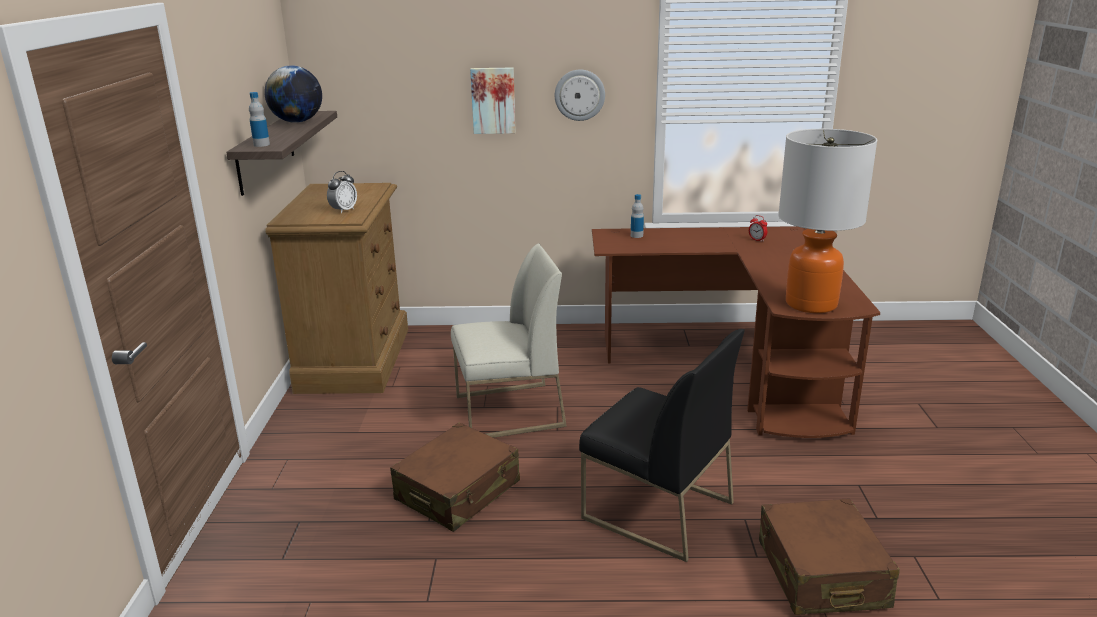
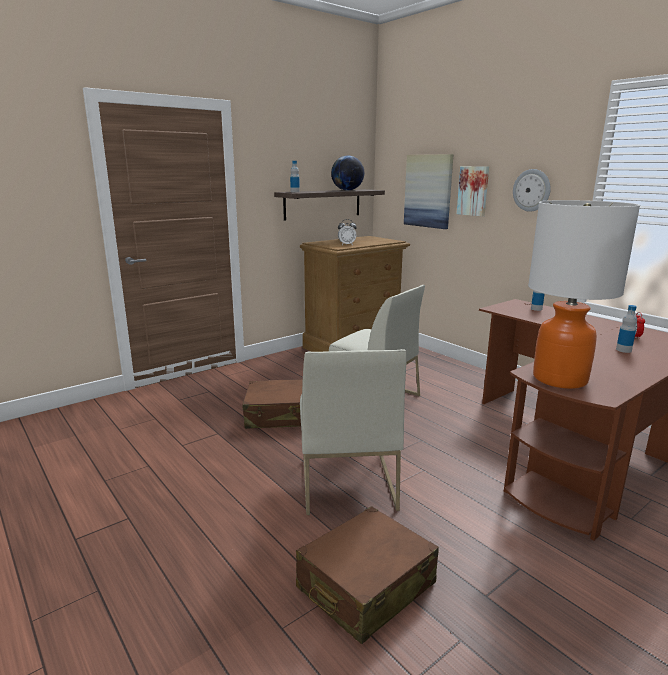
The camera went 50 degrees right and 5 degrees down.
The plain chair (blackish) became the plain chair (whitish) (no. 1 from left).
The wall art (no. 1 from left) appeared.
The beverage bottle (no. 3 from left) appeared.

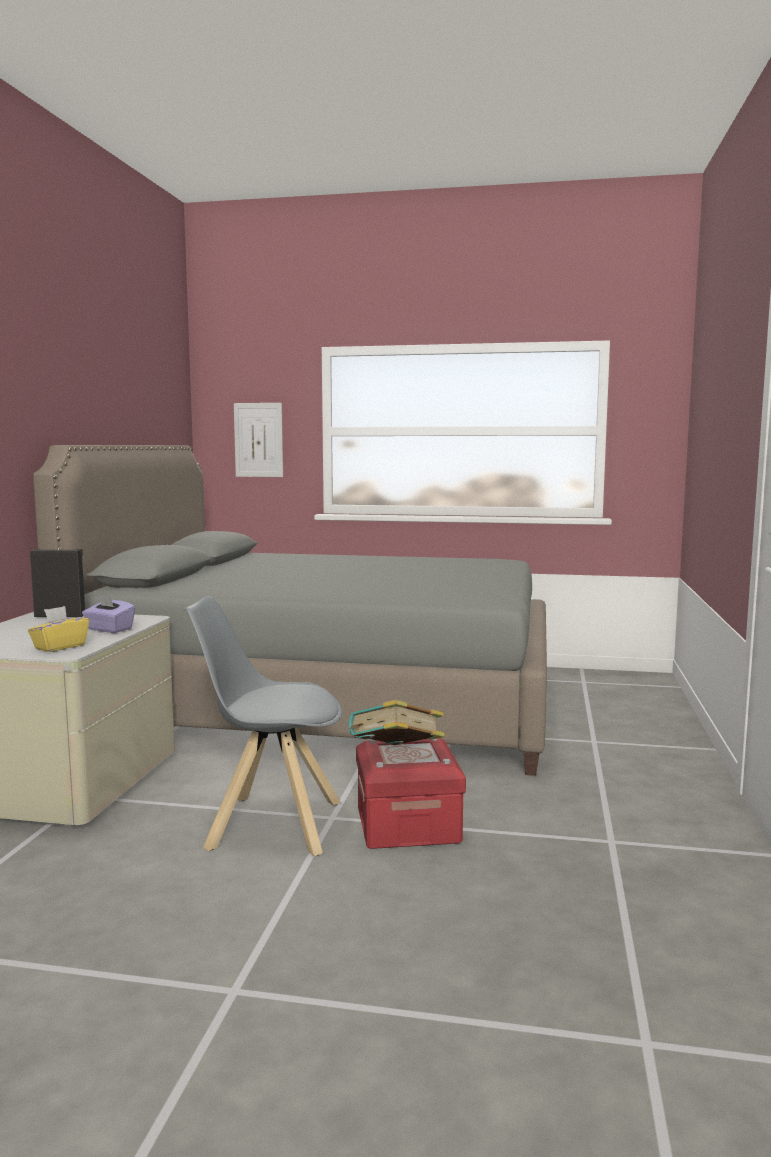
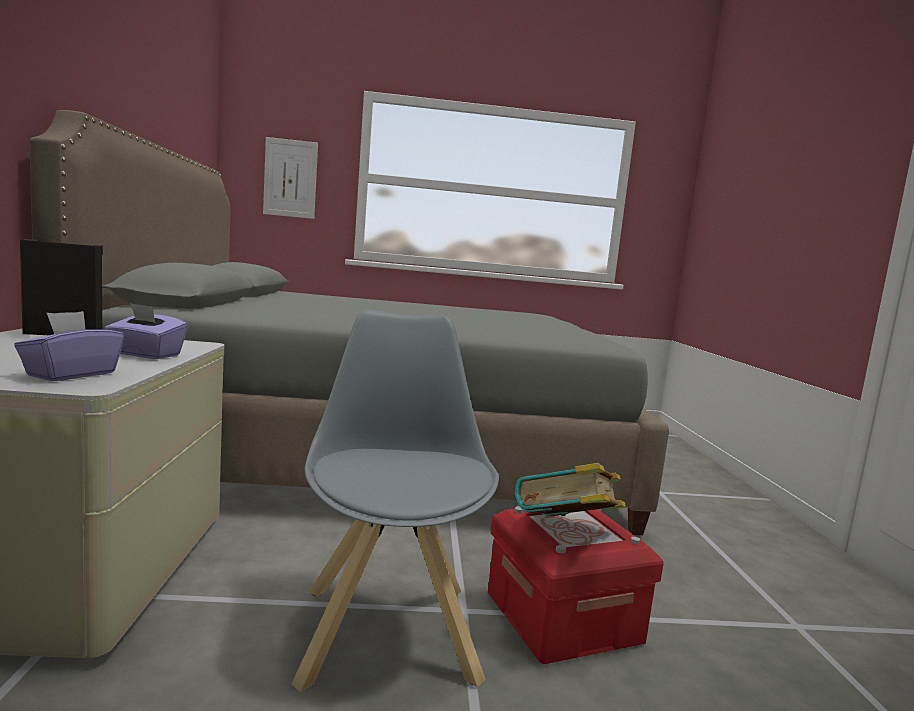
The camera went 15 degrees left and 0 degrees up.
The plain chair (greyish) turned 90 degrees clockwise.
The tissue holder (yellow-coloured) became the tissue holder (purple) (no. 1 from left).

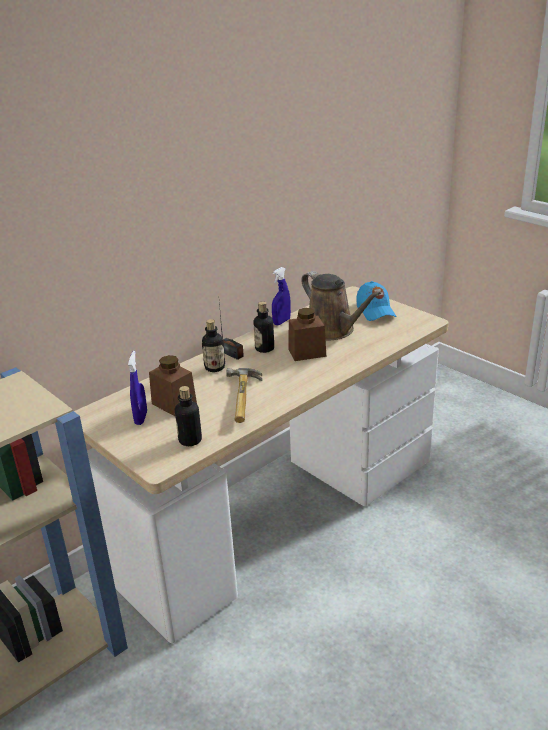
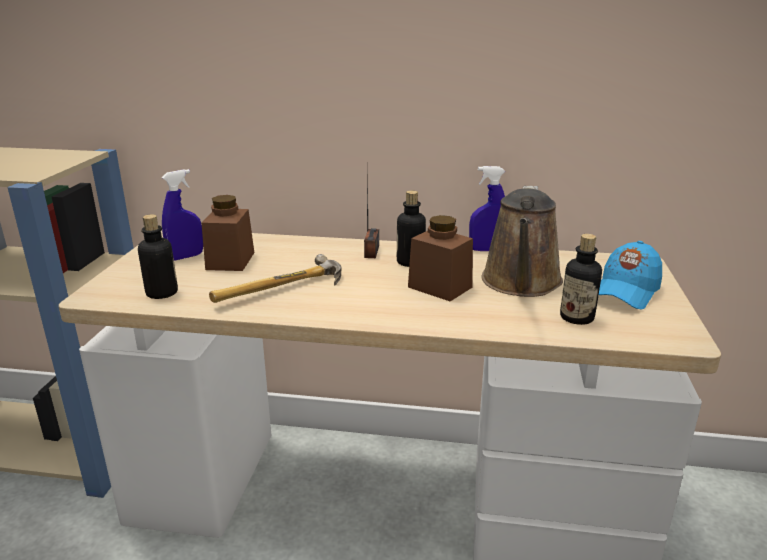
The camera went 50 degrees right and 5 degrees down.
The beverage bottle (no. 2 from left in the first image) moved.

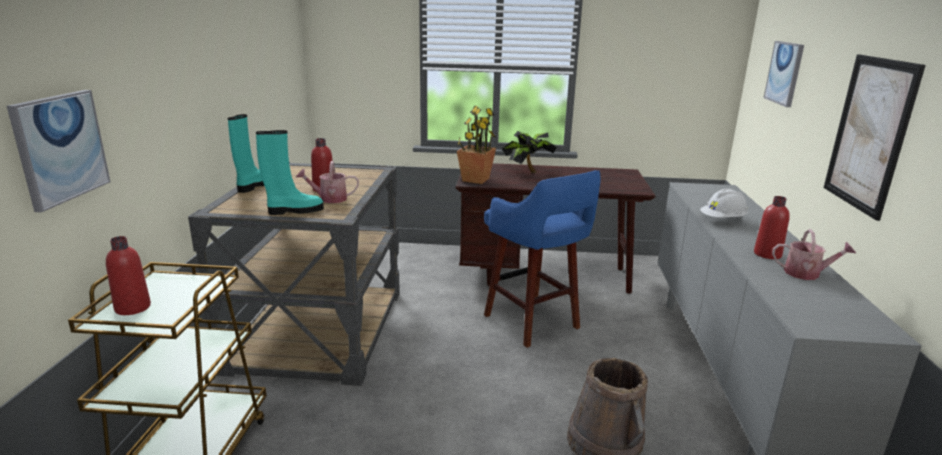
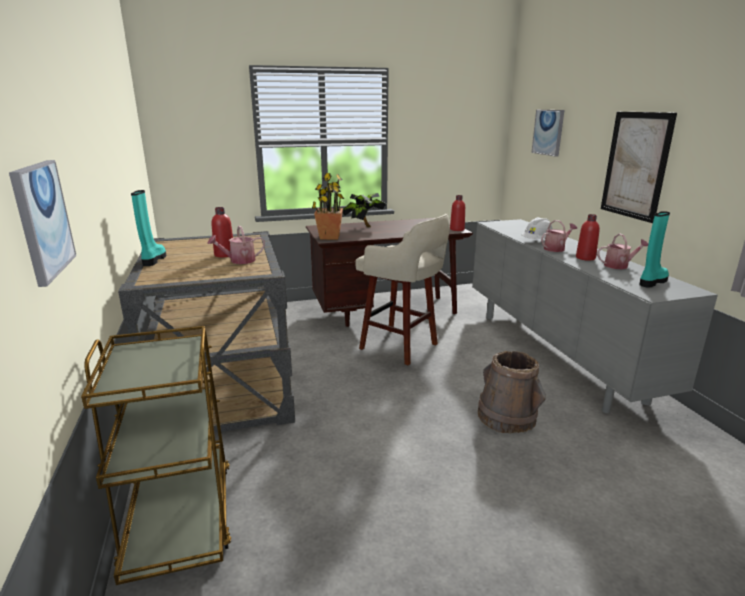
The camera went 20 degrees left and 0 degrees up.
The boot (turquoise-coloured) (no. 2 from left) moved.
The stool seat (bluish) became the stool seat (beige-coloured).
The beverage bottle (red) (no. 1 from left in the first image) moved.
The watering pot (no. 2 from left) appeared.

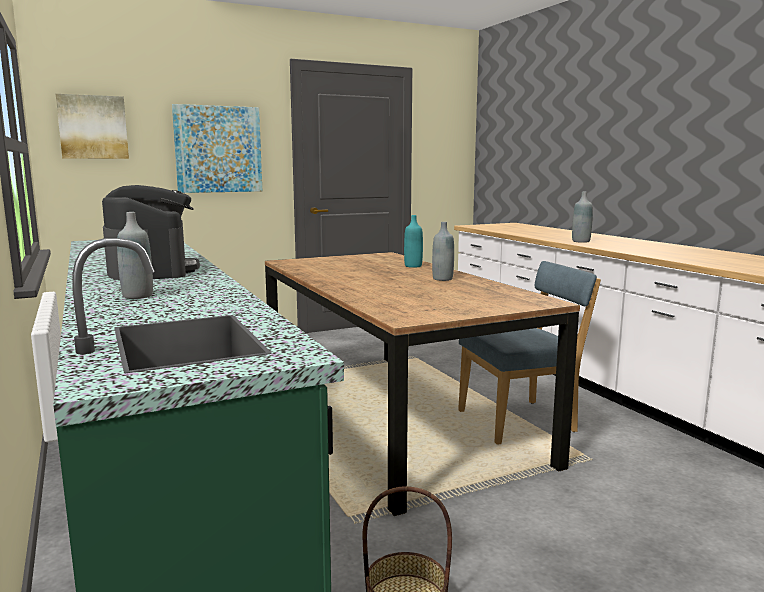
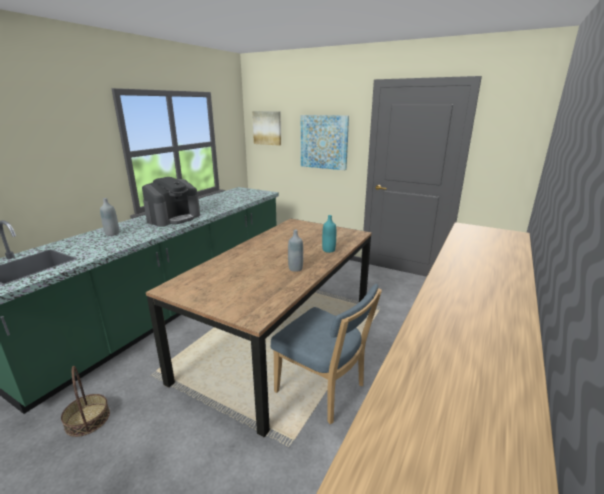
The camera went 55 degrees right and 10 degrees up.
The beverage bottle (greyish) (no. 3 from left) disappeared.

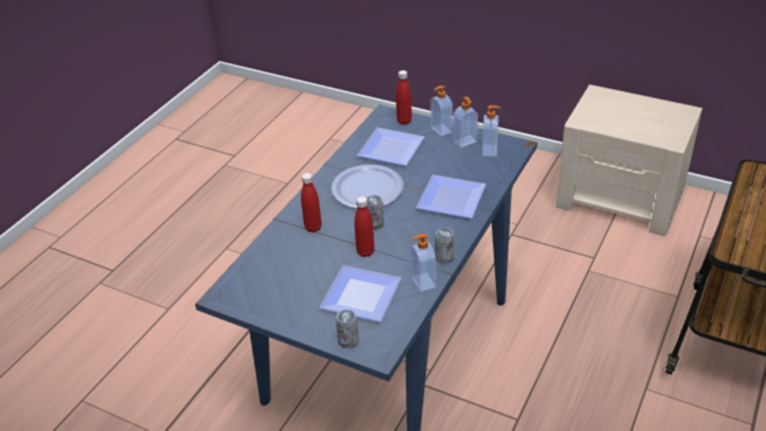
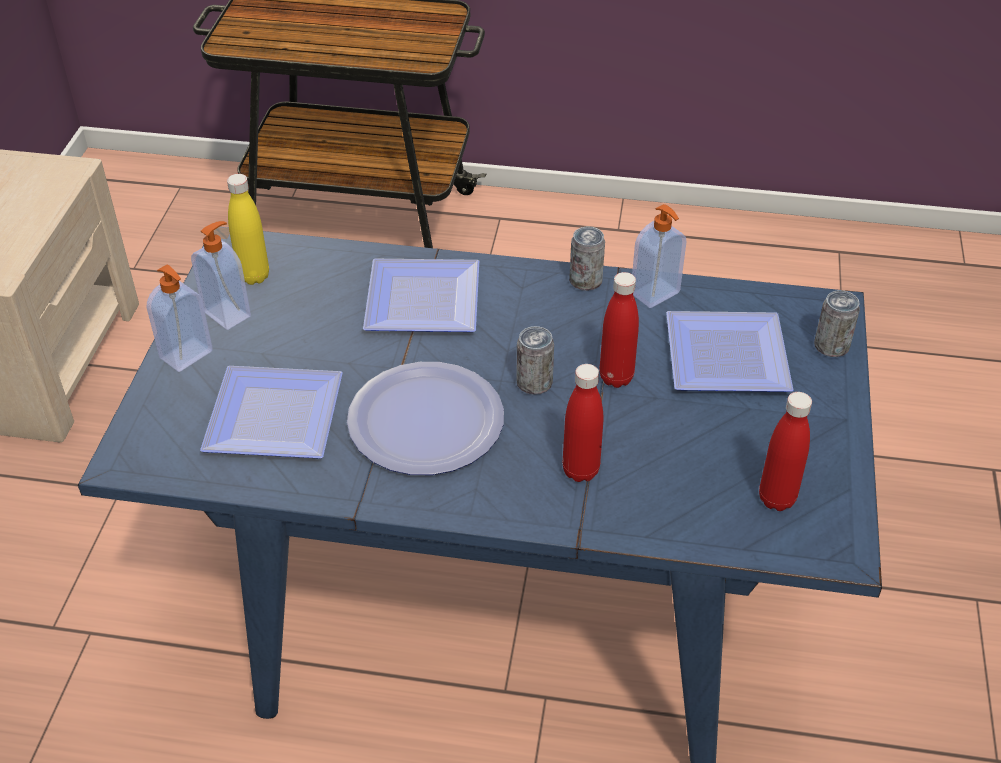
The camera went 110 degrees left and 5 degrees up.
The beverage bottle (red) (no. 3 from left) moved.
The soap dispenser (no. 4 from left) was replaced by the beverage bottle (yellow-coloured).

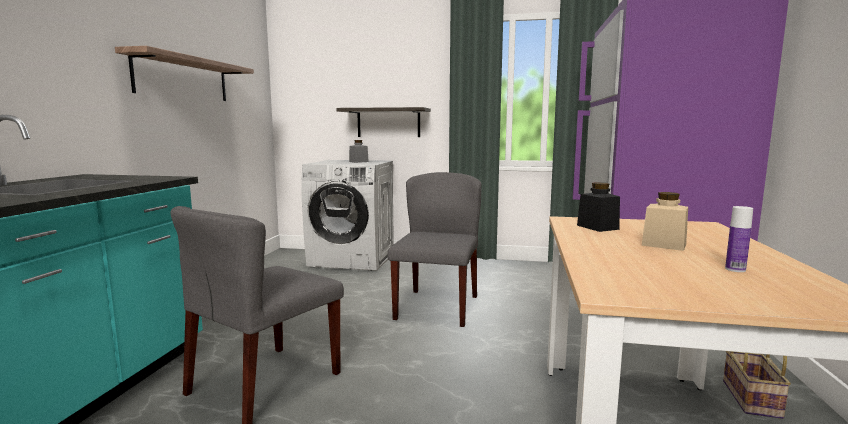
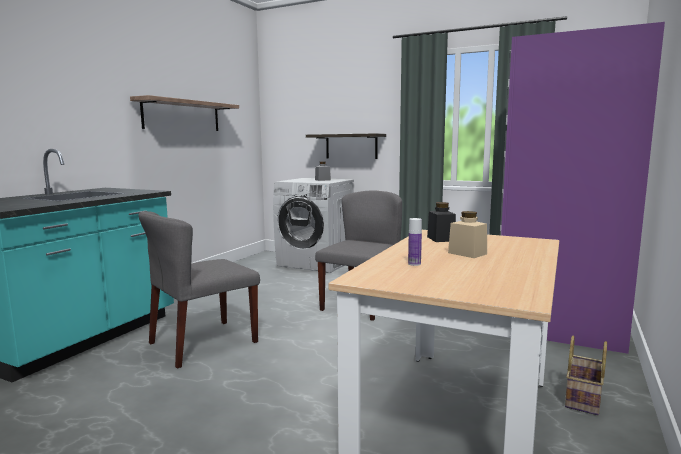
The camera went 15 degrees right and 0 degrees up.
The beverage bottle moved.

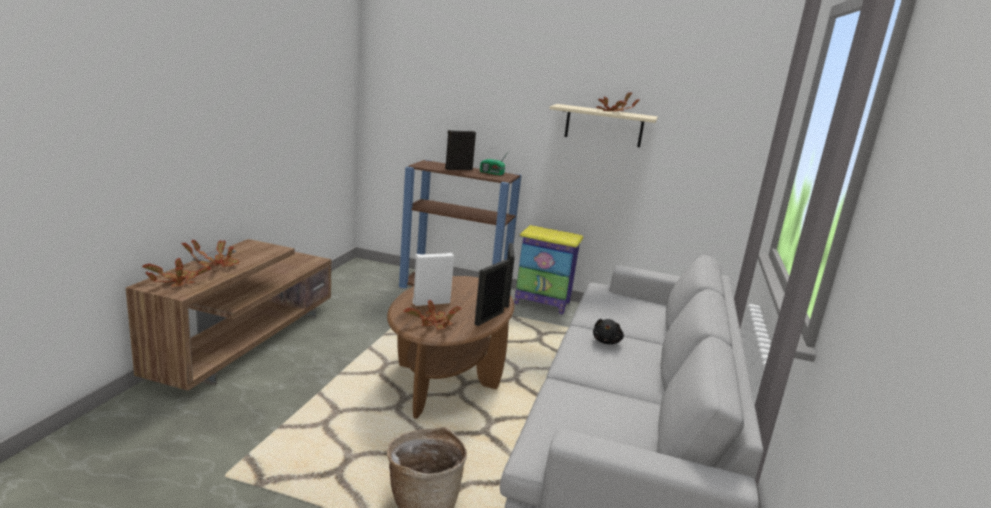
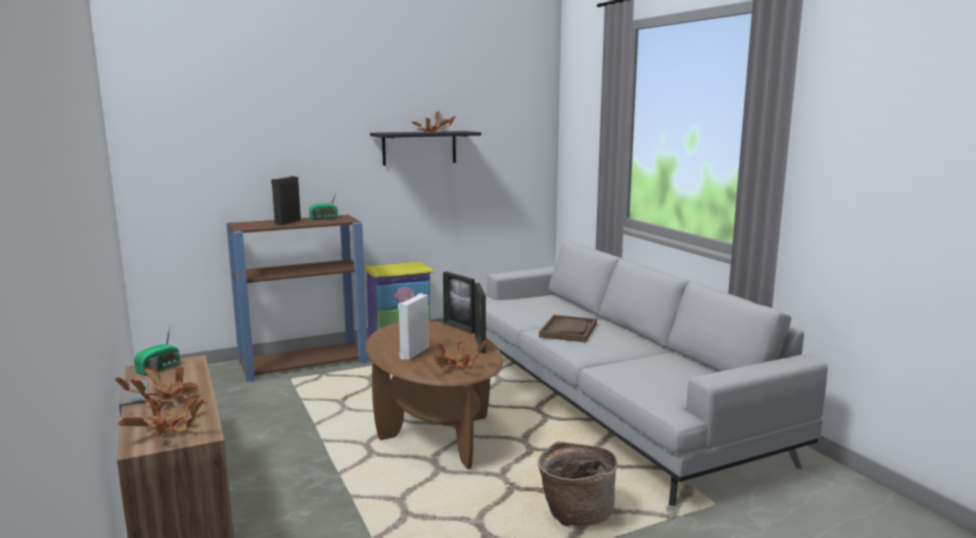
The camera went 40 degrees left and 5 degrees down.
The bracket shelf (beige-coloured) became the bracket shelf (blackish).
The soft toy (blackish) was replaced by the tray (brown).
The radio (no. 1 from left) appeared.

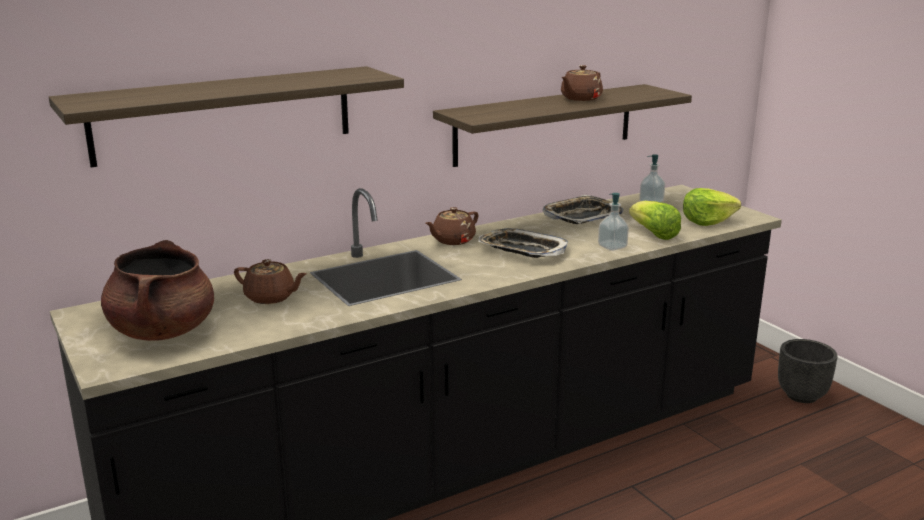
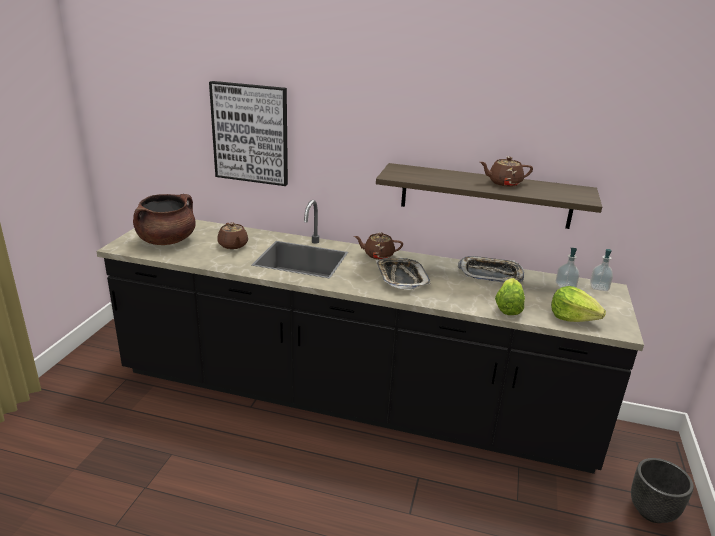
The camera went 45 degrees right and 5 degrees up.
The bracket shelf (no. 1 from left) was replaced by the wall art.
The soap dispenser (no. 1 from left in the first image) moved.

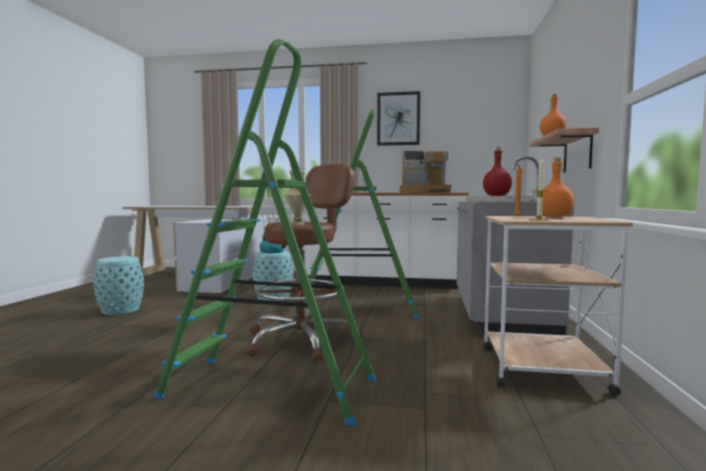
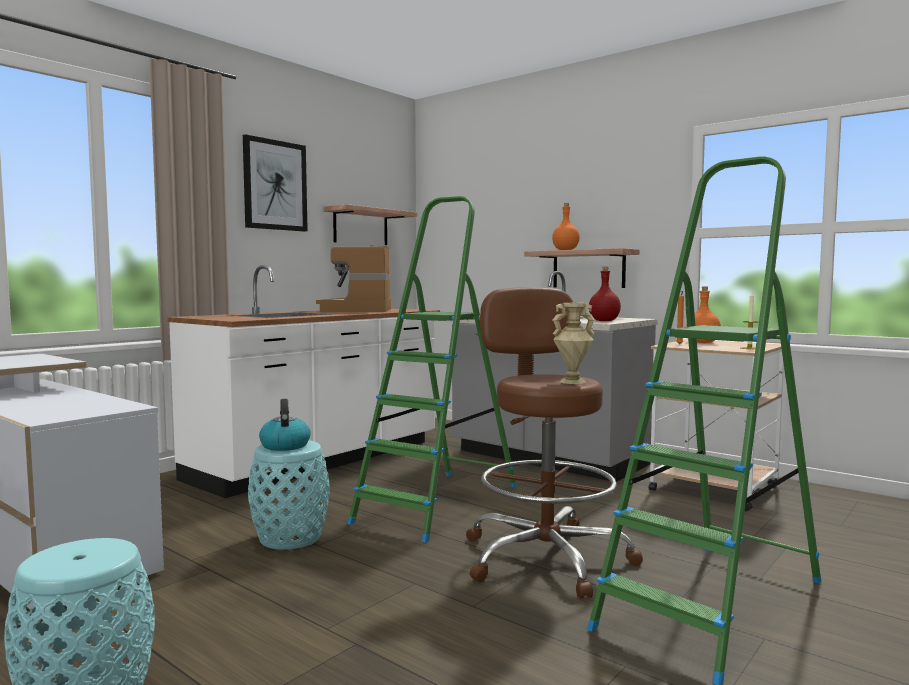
The camera went 60 degrees left and 0 degrees up.
The coffee brewer turned 150 degrees clockwise.
The bracket shelf (no. 1 from left) appeared.

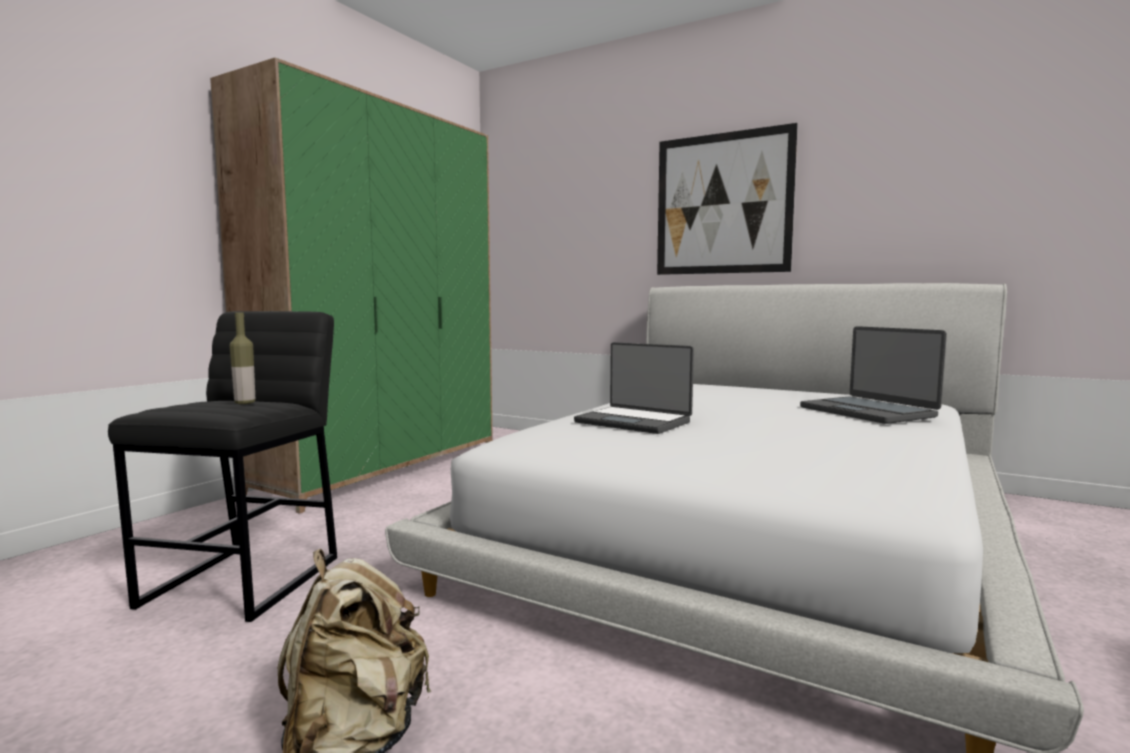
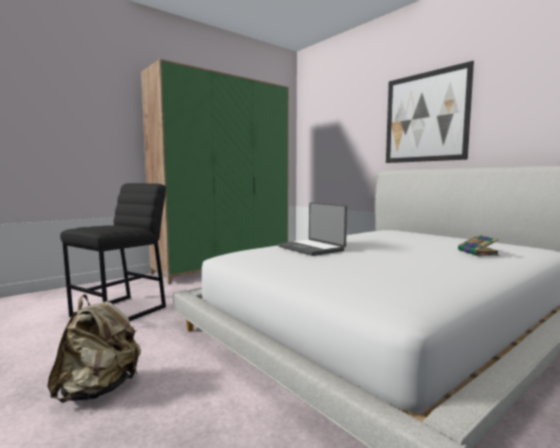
The camera went 20 degrees right and 0 degrees up.
The beverage bottle disappeared.
The notebook computer (no. 2 from left) was replaced by the bound book.

